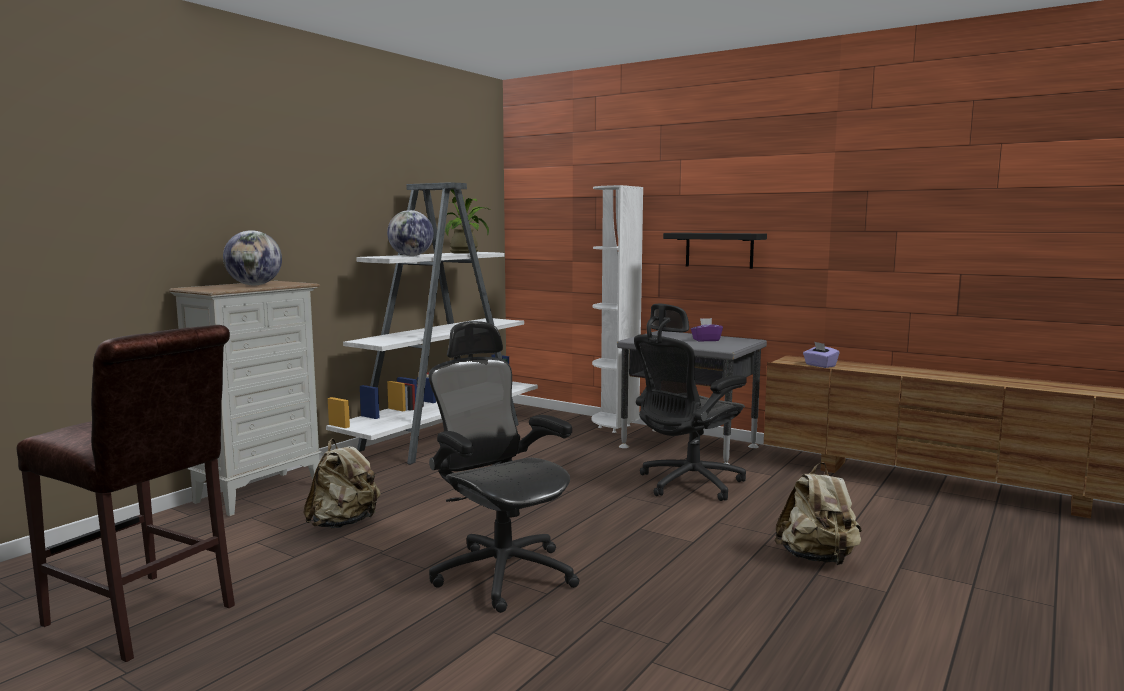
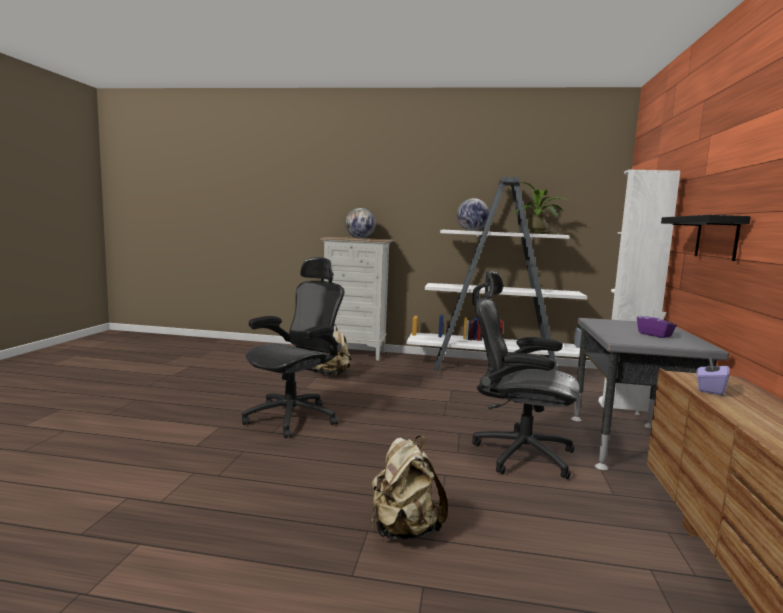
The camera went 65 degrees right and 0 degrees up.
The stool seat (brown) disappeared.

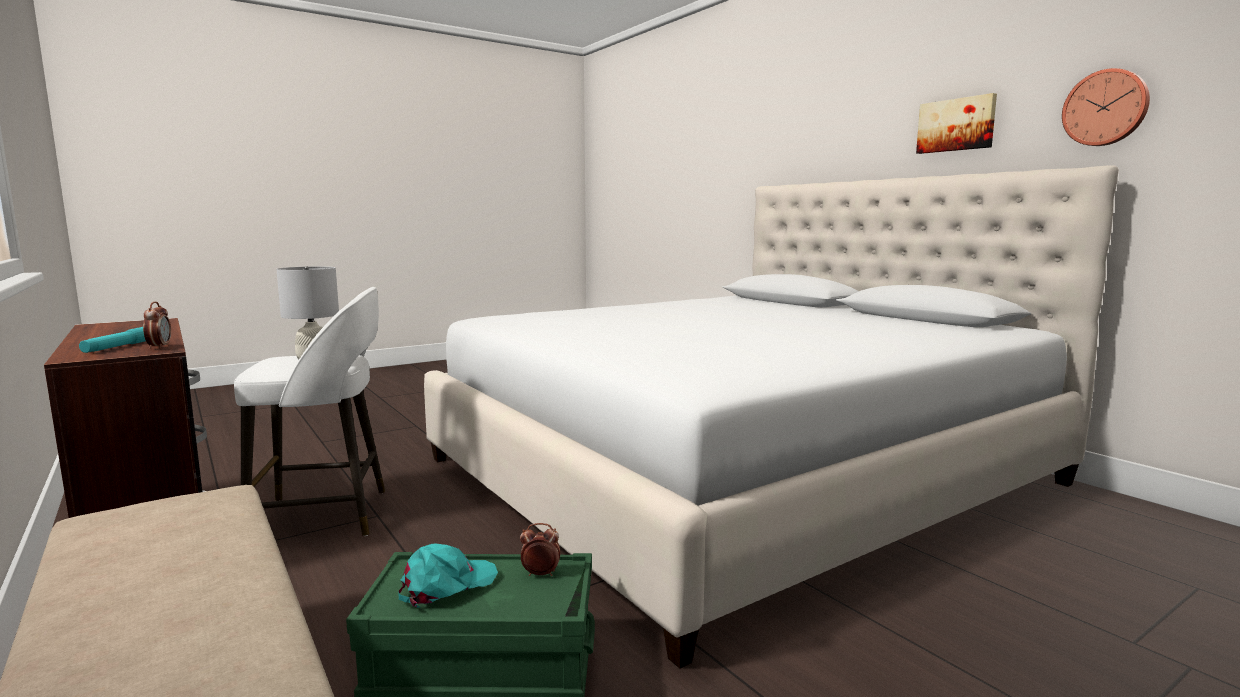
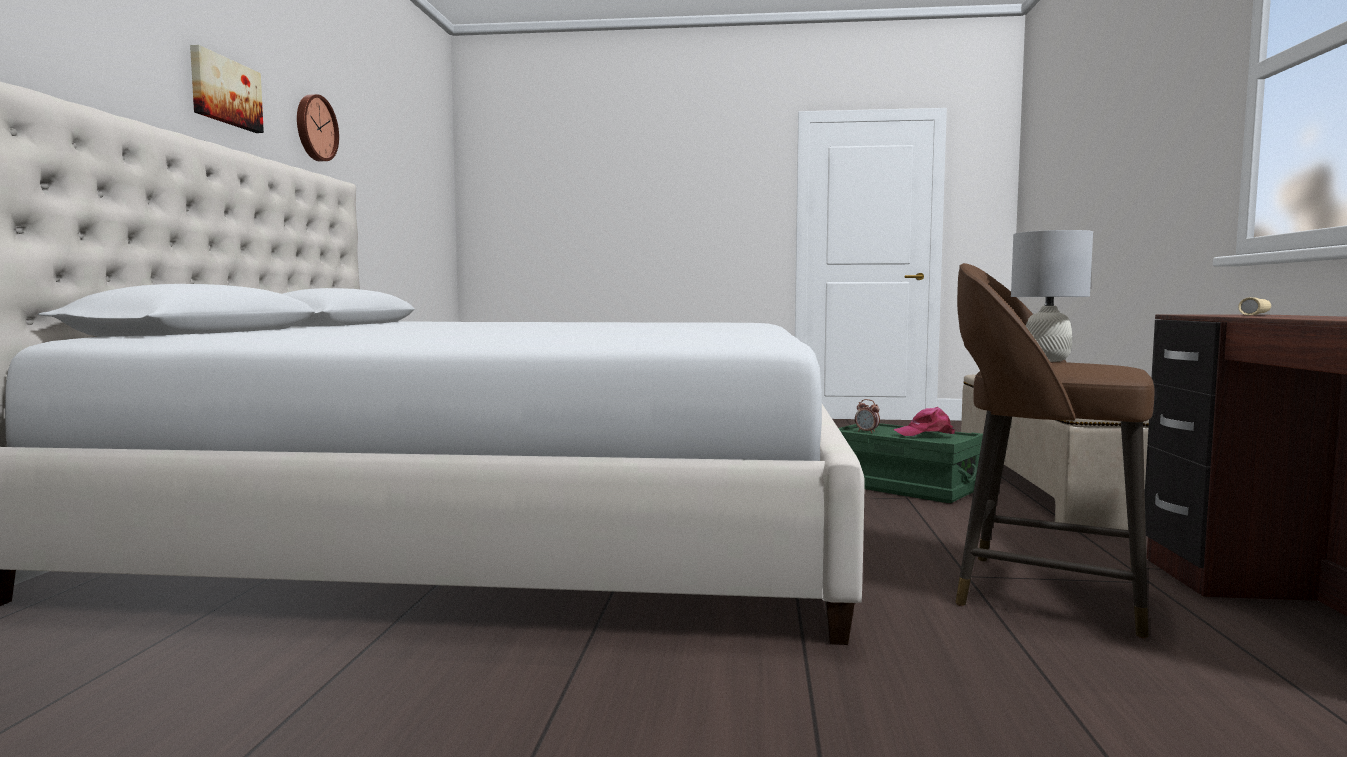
The camera went 140 degrees left and 5 degrees down.
The stool seat (whitish) became the stool seat (brown).
The table clock (no. 1 from left) disappeared.
The hand torch (turquoise-coloured) became the hand torch (beige-coloured).
The baseball cap (turquoise-coloured) became the baseball cap (pink-coloured).

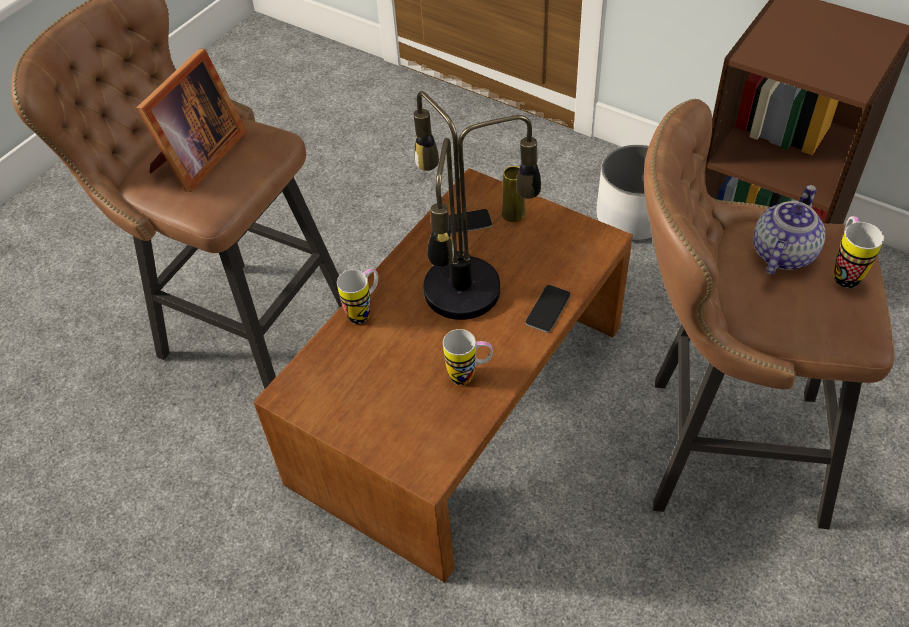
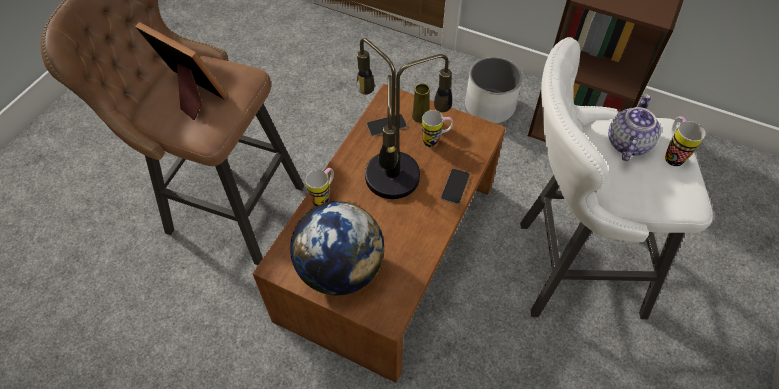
The camera went 10 degrees left and 5 degrees up.
The photo frame turned 75 degrees counterclockwise.
The stool seat (brown) (no. 2 from left) became the stool seat (whitish).
The coffee mug (no. 2 from left) moved.
The world globe appeared.

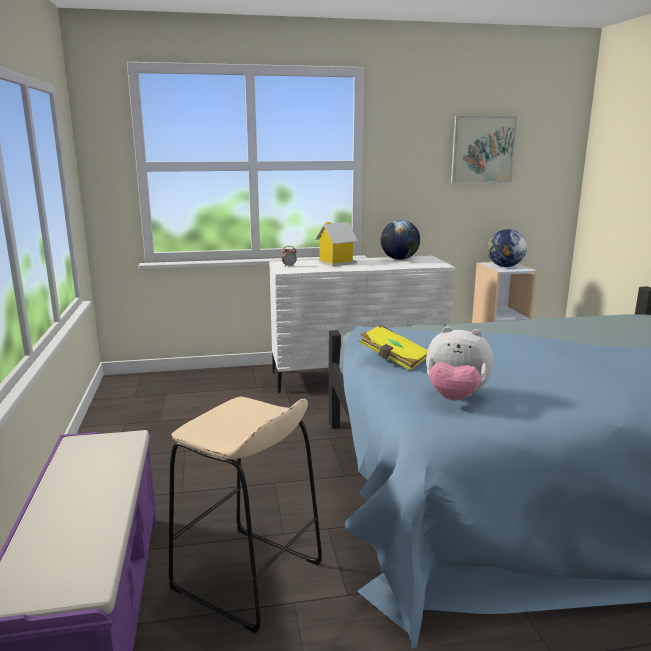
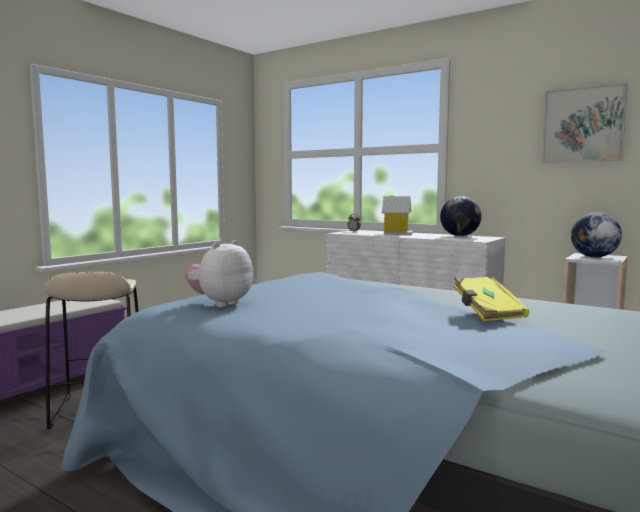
The camera went 45 degrees right and 10 degrees down.
The bound book (yellow-coloured) moved.
The soft toy turned 60 degrees clockwise.

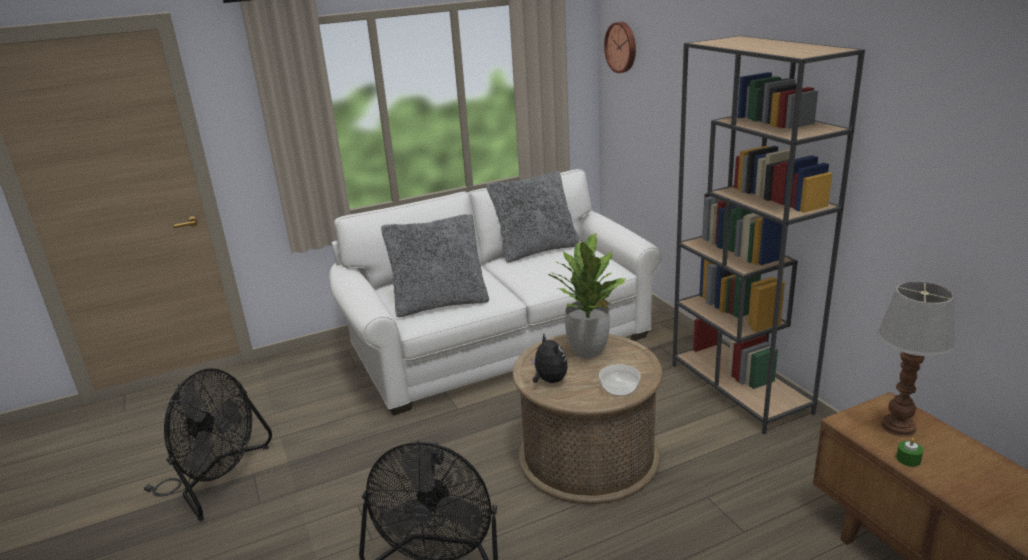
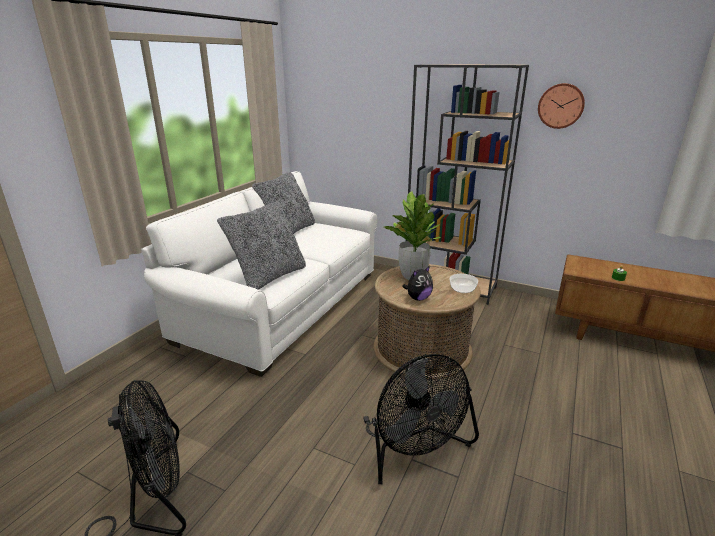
The camera went 40 degrees left and 0 degrees up.
The hanging clock moved.
The lamp for a table disappeared.
The soft toy turned 120 degrees clockwise.

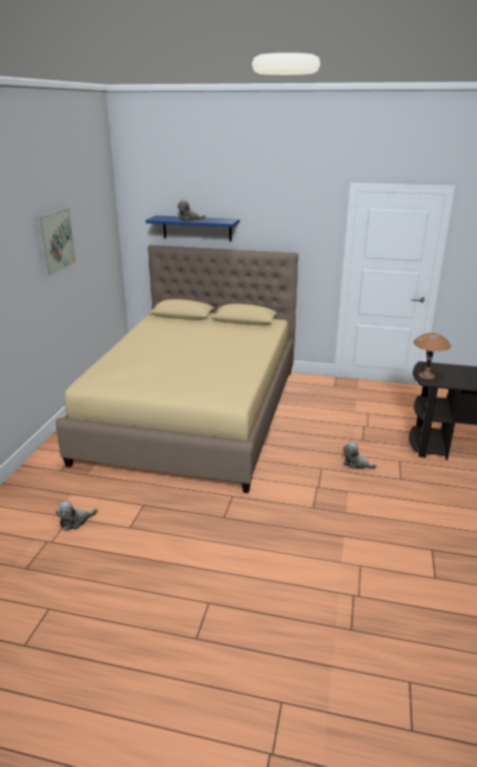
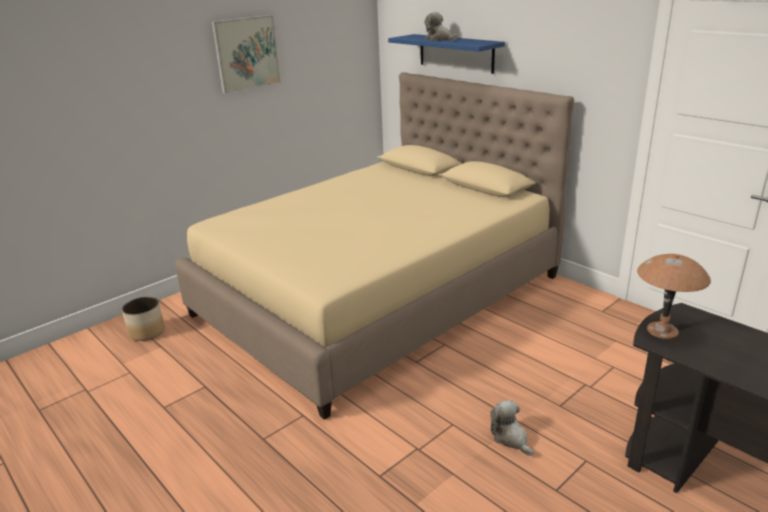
The camera went 35 degrees right and 0 degrees up.
The soft toy (no. 1 from left) disappeared.
The planter appeared.

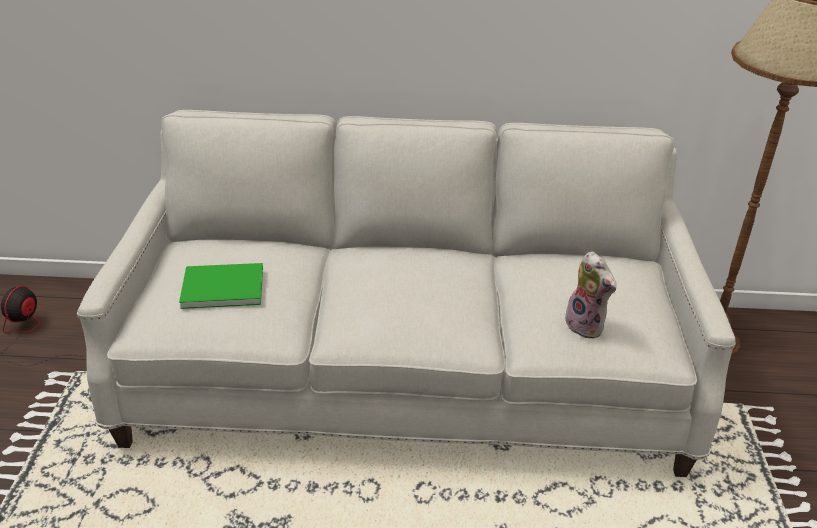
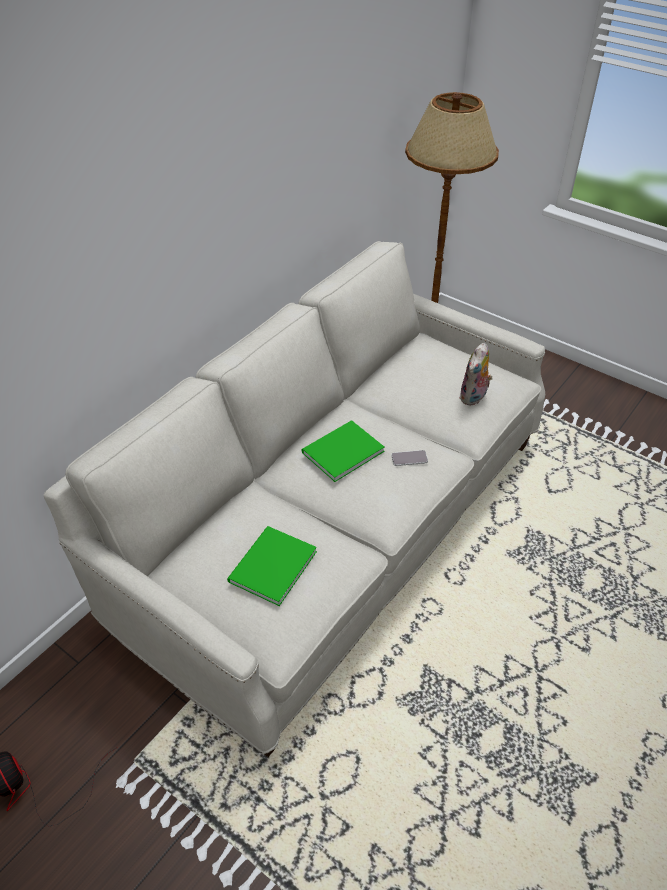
The camera went 55 degrees left and 10 degrees up.
The soft toy turned 120 degrees clockwise.
The bound book (greenish) (no. 2 from left) appeared.
The handset appeared.

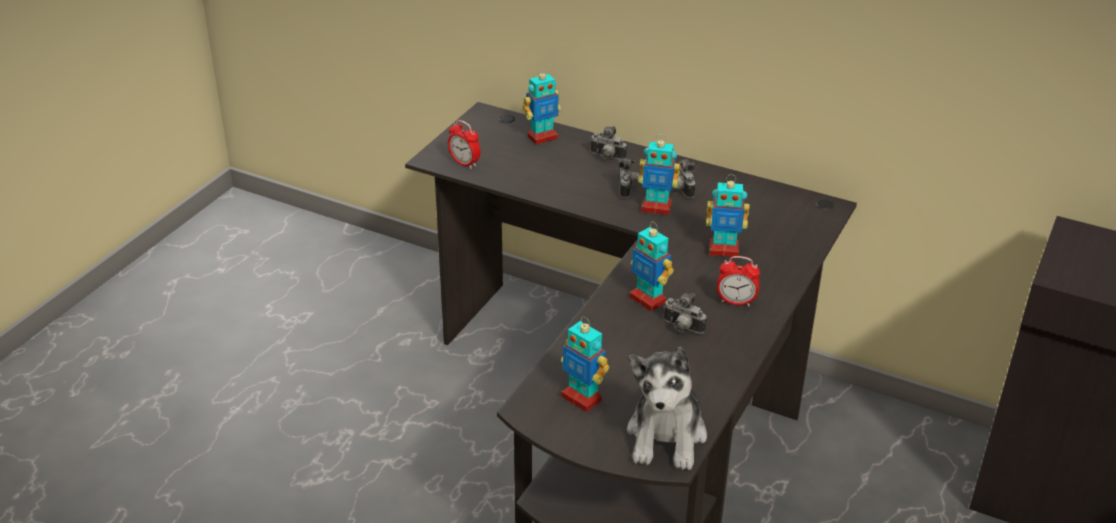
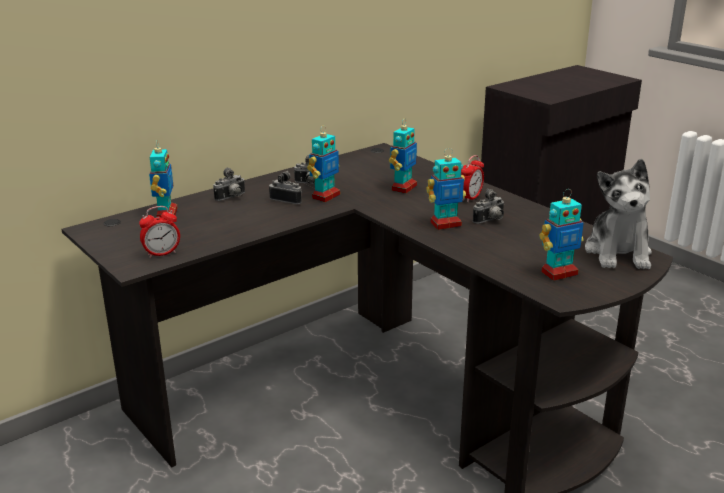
The camera went 65 degrees left and 10 degrees down.
The soft toy turned 60 degrees clockwise.

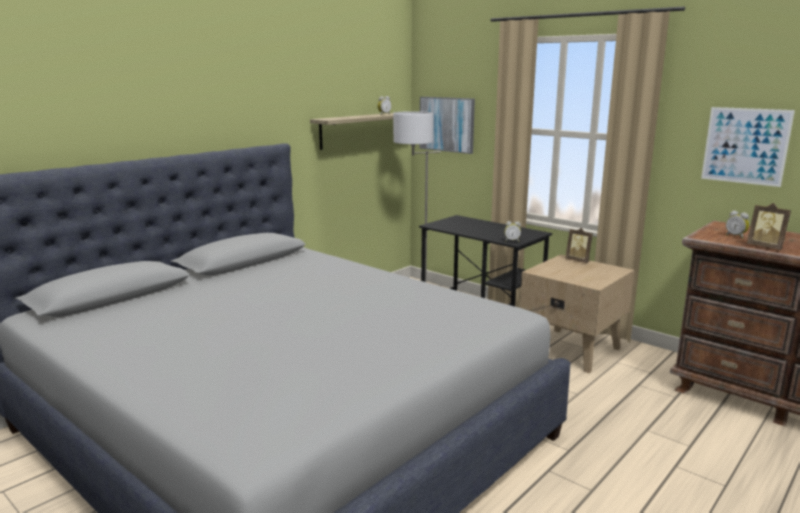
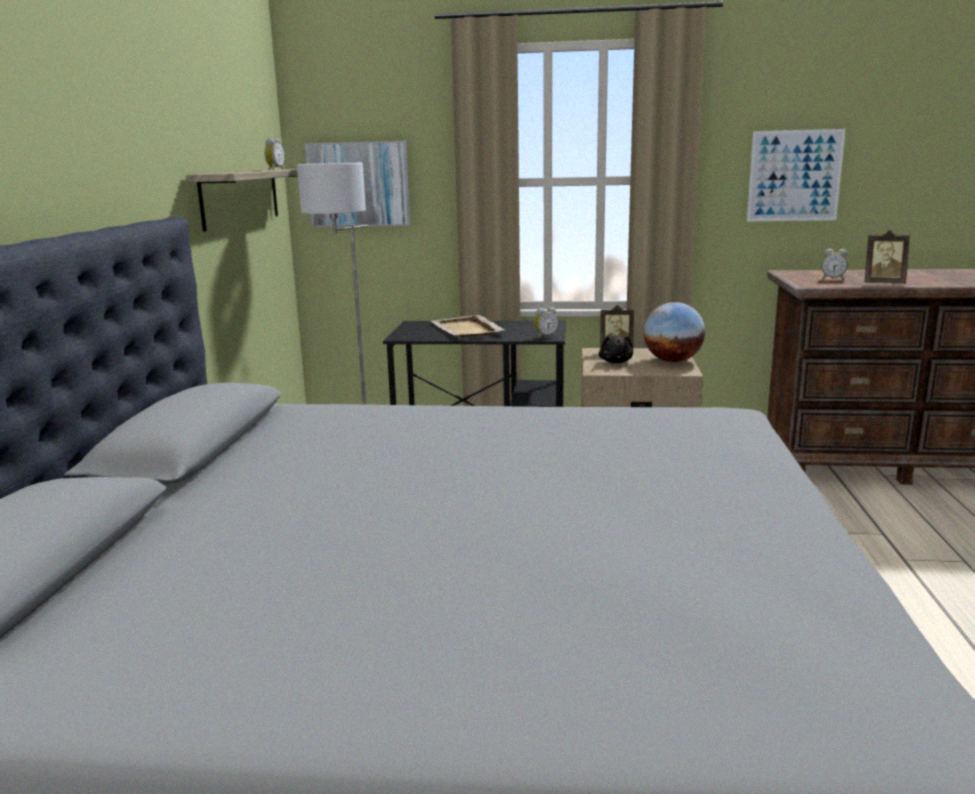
The camera went 35 degrees left and 0 degrees up.
The world globe appeared.
The tray (beige-coloured) appeared.
The soft toy (blackish) appeared.

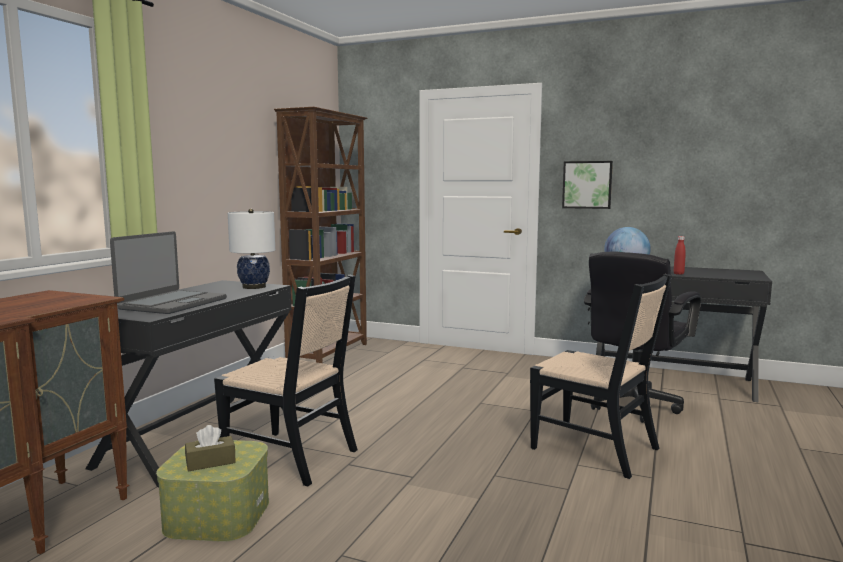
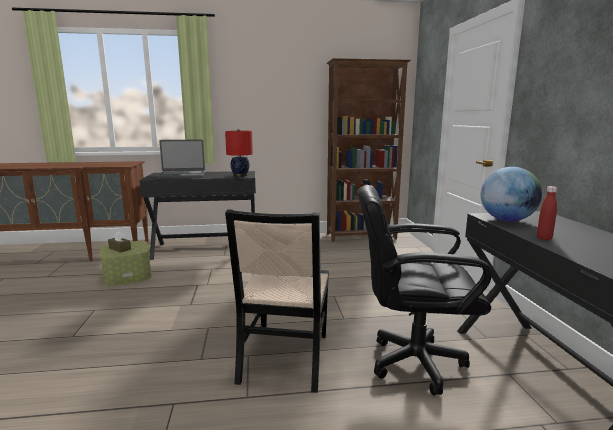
The camera went 60 degrees right and 5 degrees up.
The wall art disappeared.
The lamp for a table (whitish) became the lamp for a table (red).
The plain chair (no. 1 from left) disappeared.

